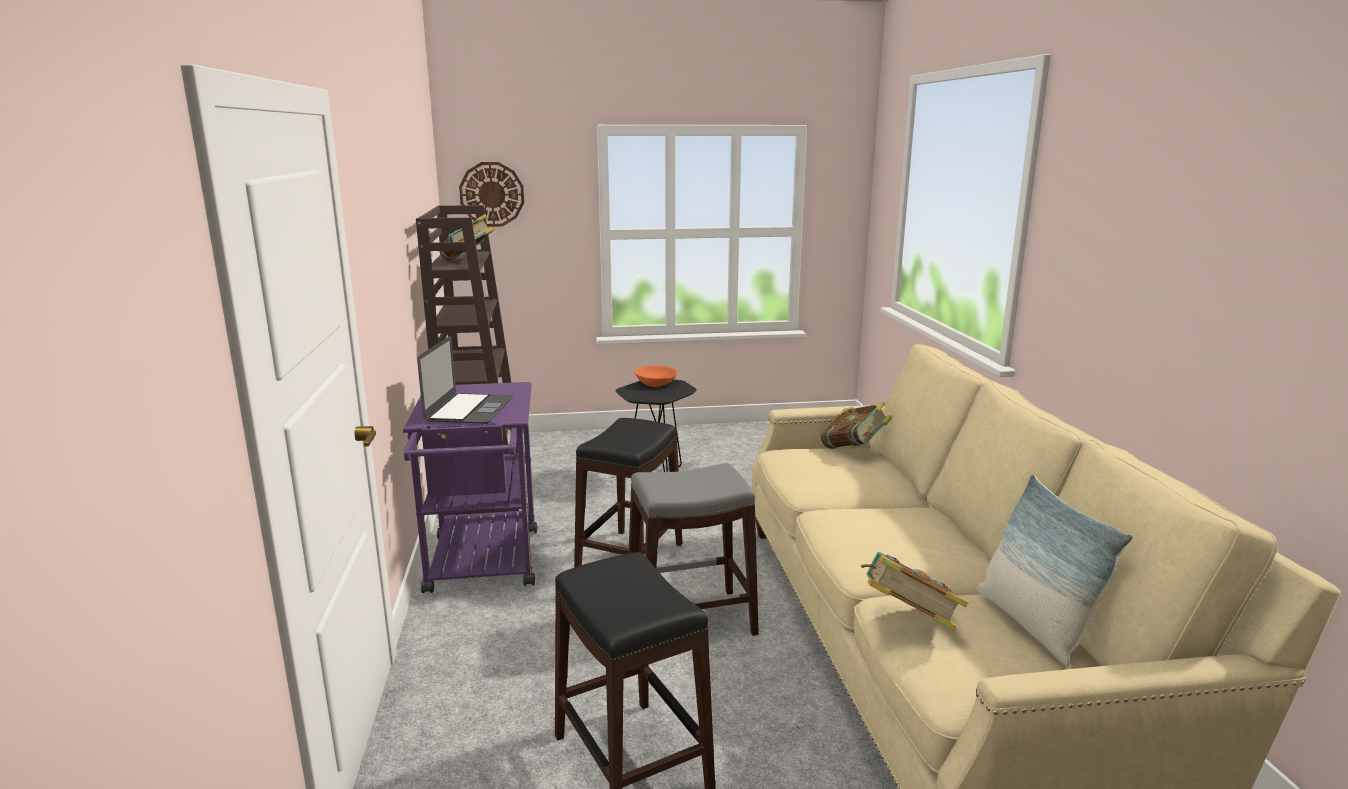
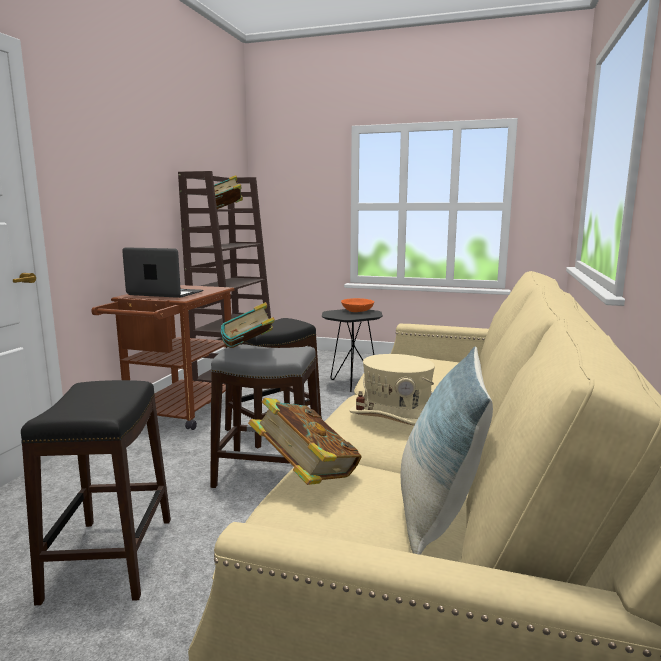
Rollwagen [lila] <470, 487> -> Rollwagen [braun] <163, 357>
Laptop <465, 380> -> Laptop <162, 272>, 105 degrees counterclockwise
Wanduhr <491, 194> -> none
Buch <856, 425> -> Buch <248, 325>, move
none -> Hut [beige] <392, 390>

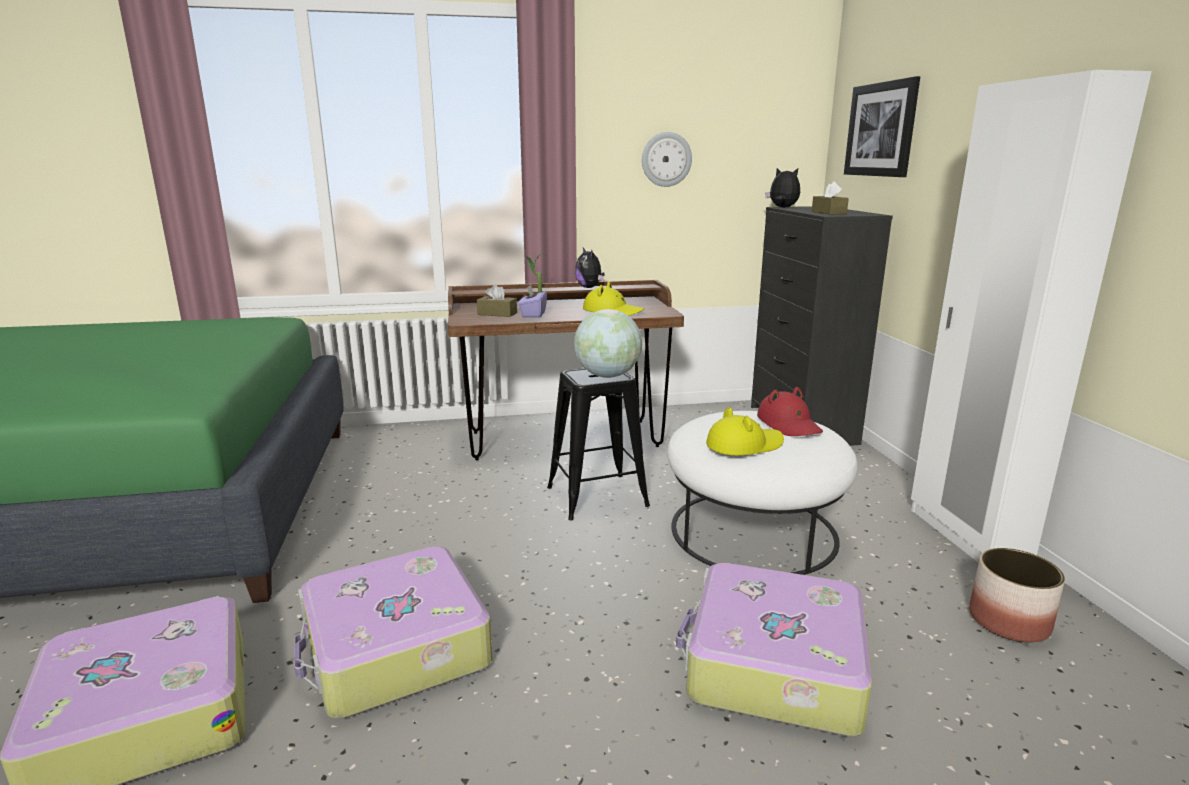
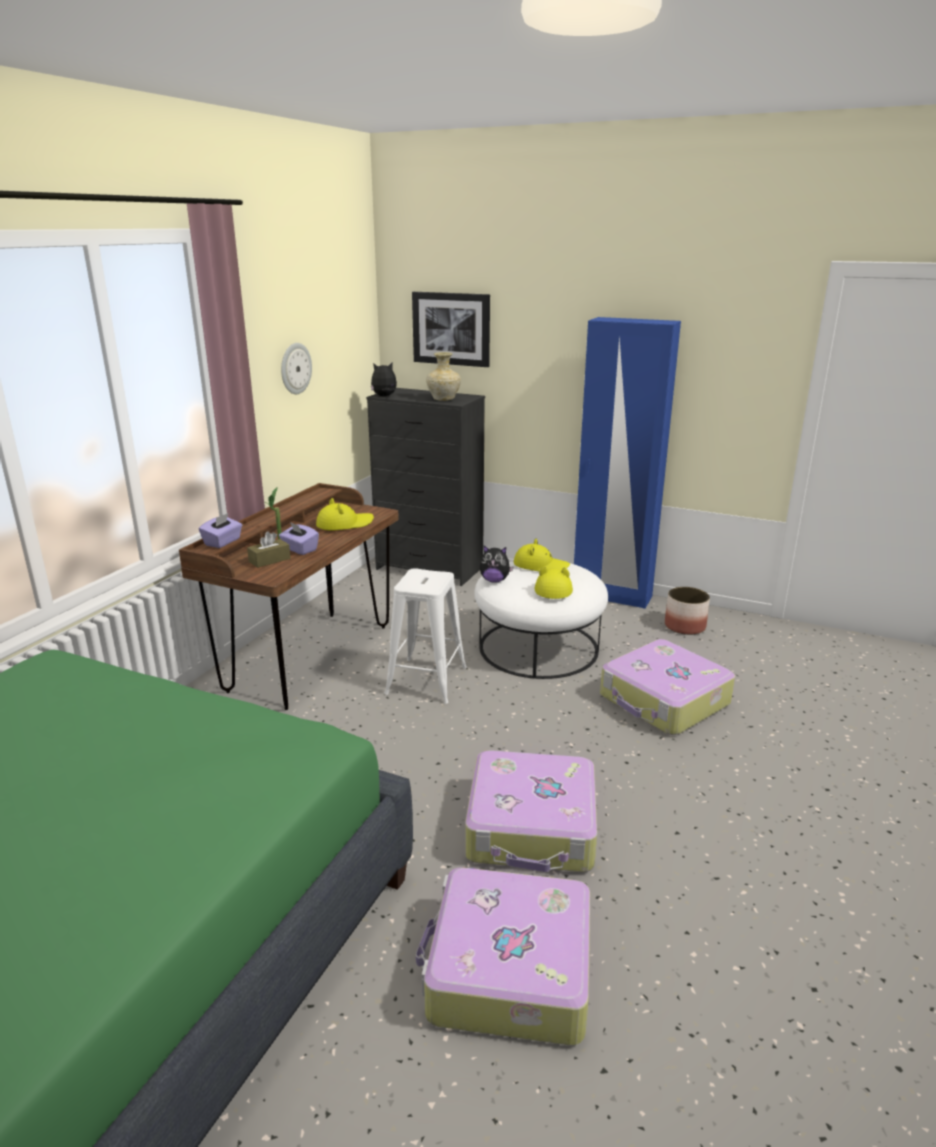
Hocker [schwarz] <598, 444> -> Hocker [weiß] <425, 636>
Globus <608, 343> -> none
Plüschtier <589, 268> -> Plüschtier <497, 564>, move
Hut [rot] <790, 411> -> Hut [gelb] <542, 555>
Taschentuchbox [braun] <830, 197> -> Vase [beige] <443, 376>
Kleiderschrank [weiß] <1031, 316> -> Kleiderschrank [blau] <627, 463>
none -> Taschentuchbox [lila] <220, 530>

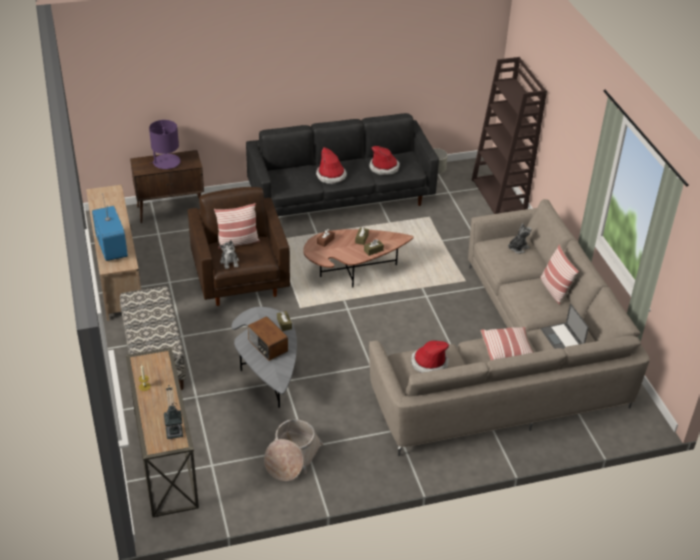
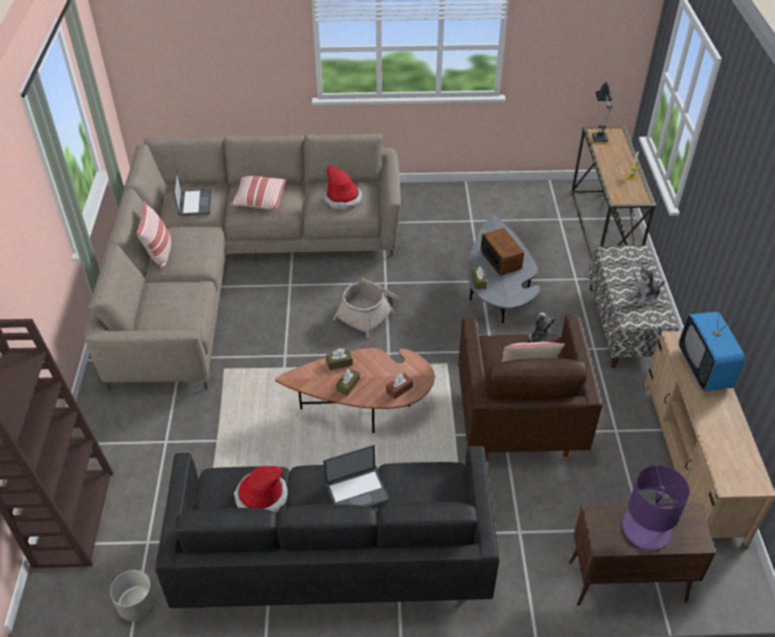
Korb <293, 450> -> Korb <366, 308>, move
Hut <331, 165> -> Laptop <356, 476>
Plüschtier <520, 238> -> Plüschtier <647, 285>, move

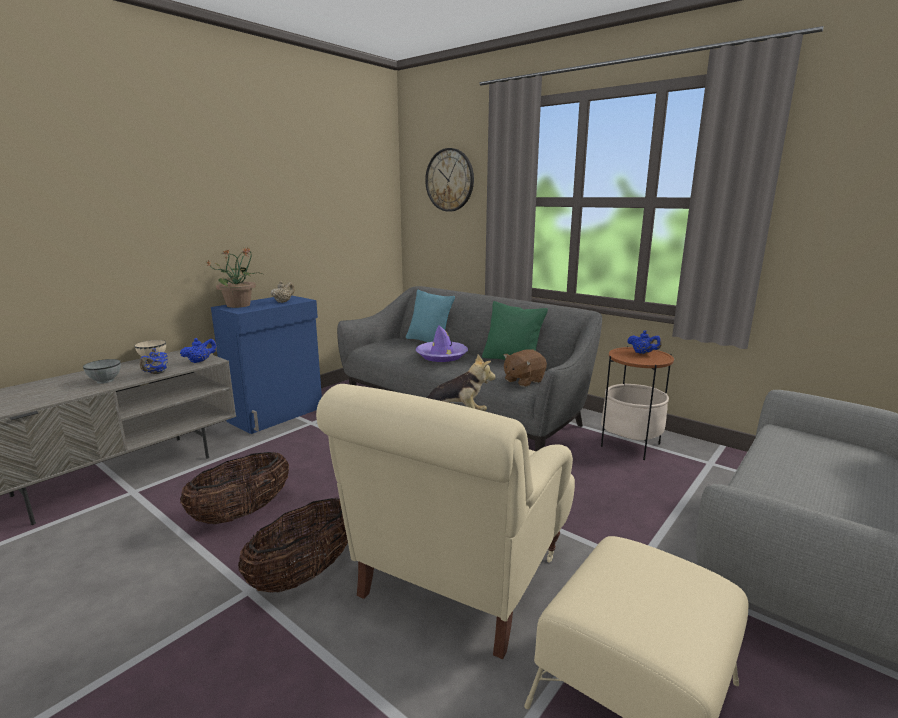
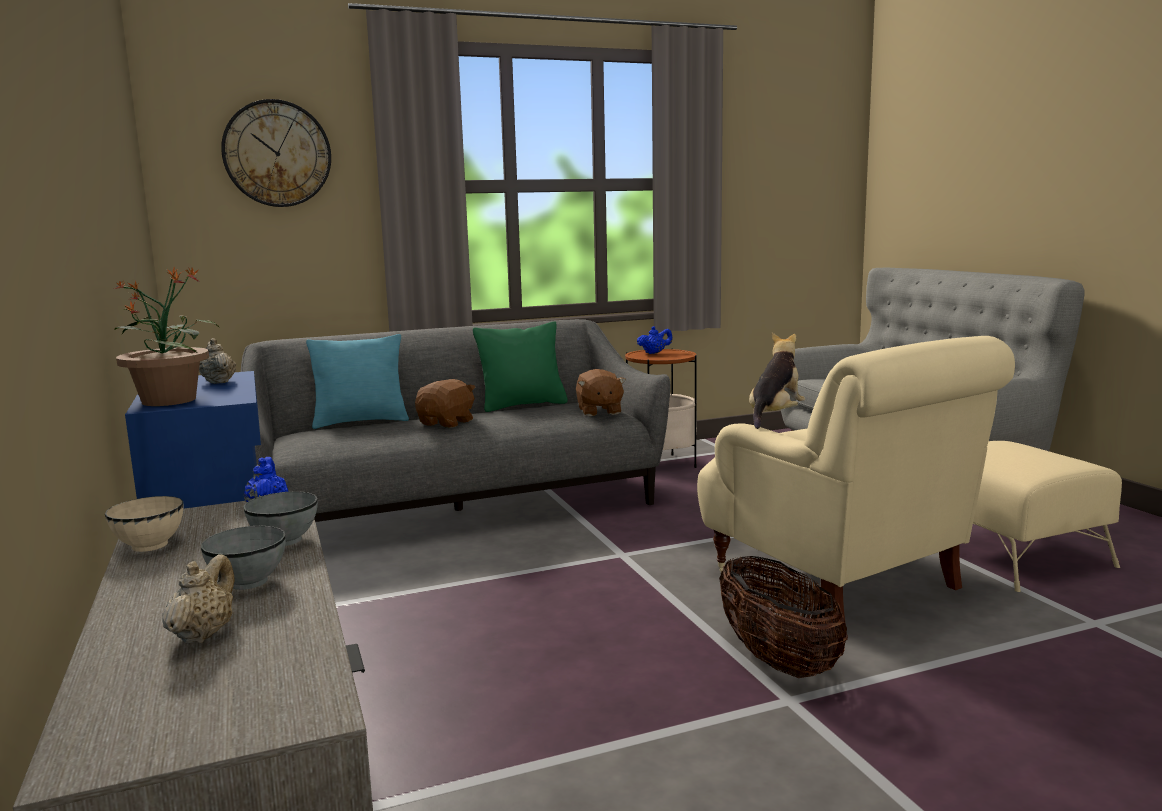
Teekanne [blau] <154, 361> -> Schüssel [grau] <280, 518>
Korb <234, 488> -> none
Hut [lila] <442, 343> -> Plüschtier [braun] <445, 403>
none -> Teekanne [beige] <198, 598>

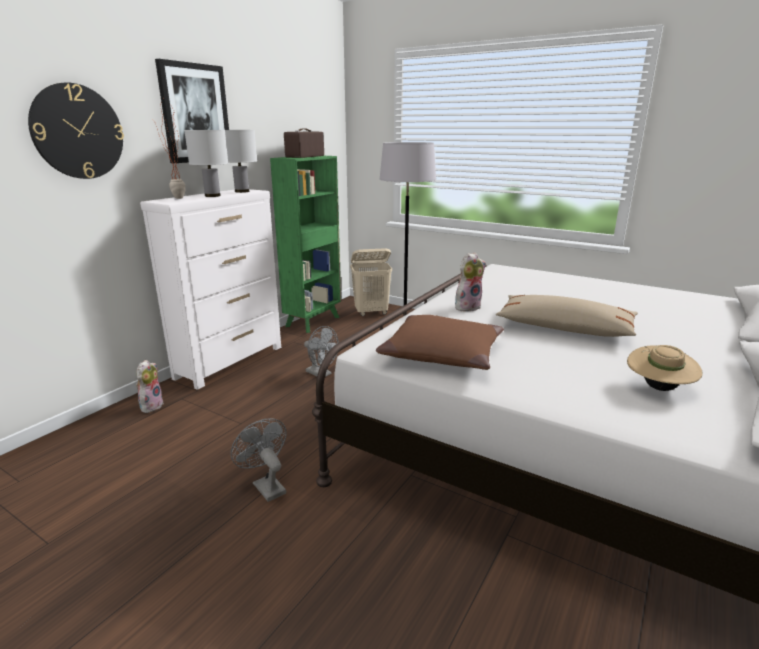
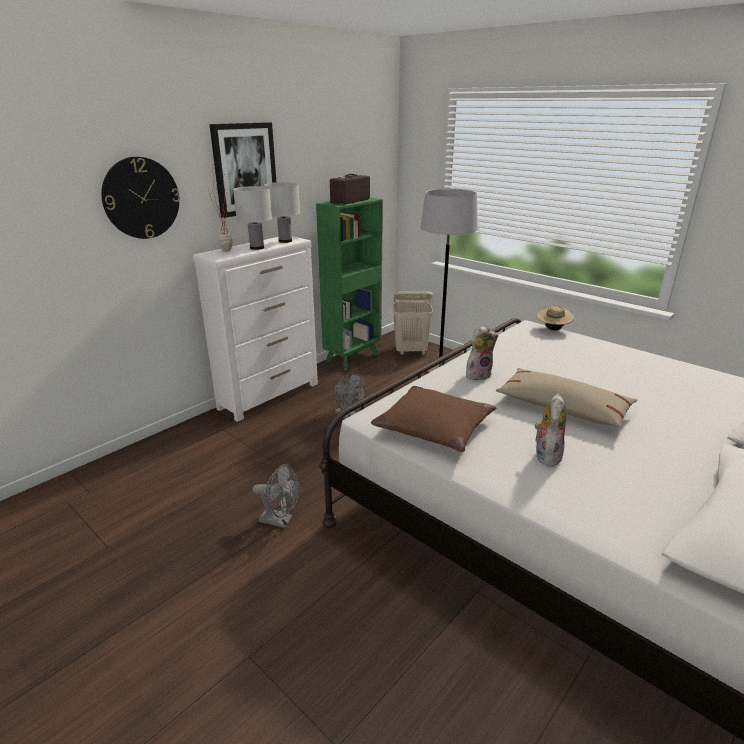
Plüschtier <150, 386> -> Plüschtier <550, 431>, move
Ventilator [grau] <258, 460> -> Ventilator [grau] <275, 496>, 135 degrees clockwise
Hut [beige] <664, 368> -> Hut [beige] <555, 317>, move

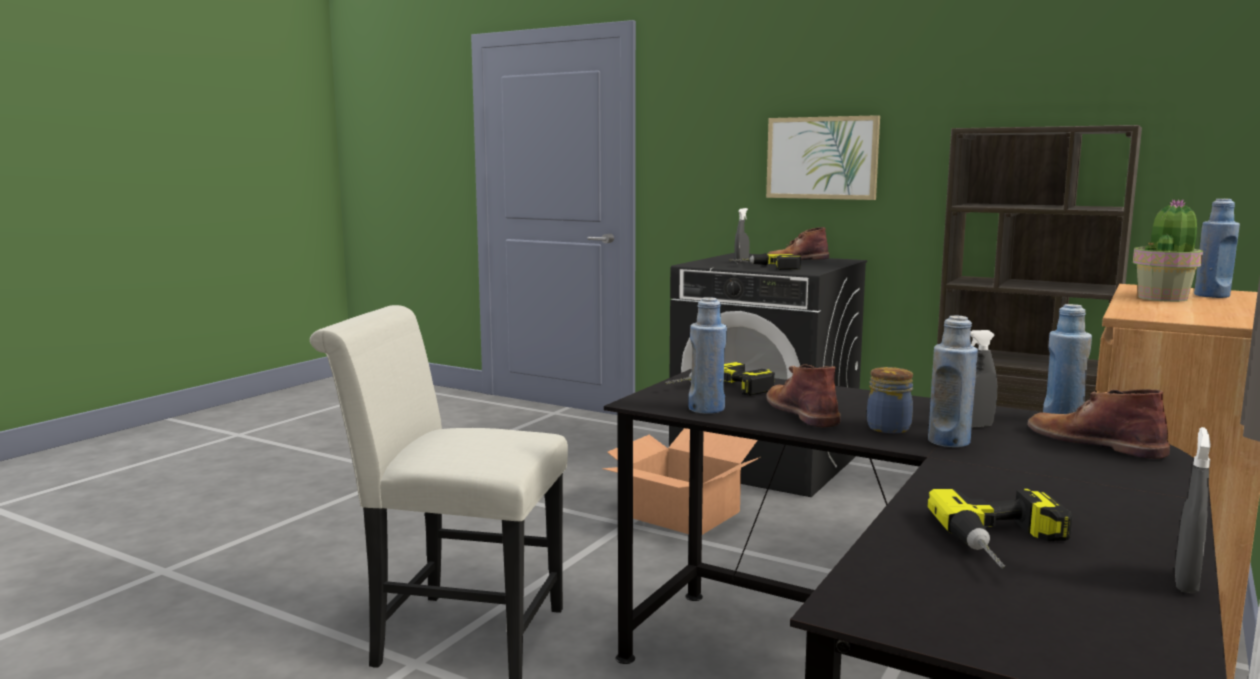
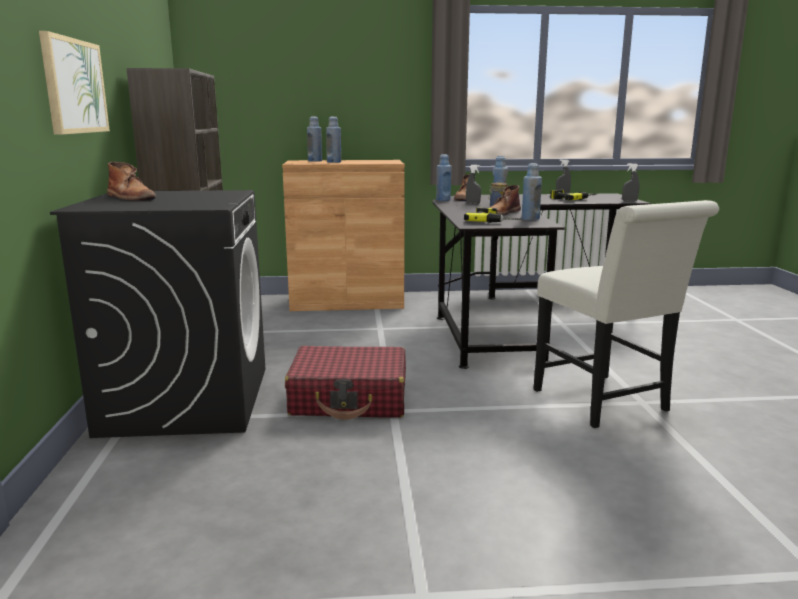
Karton <681, 481> -> Koffer [rot] <345, 383>
Bohrmaschine <765, 261> -> none
Sprühflasche [grau] <741, 235> -> Sprühflasche [grau] <630, 182>, move
Topfpflanze <1168, 250> -> Flasche [blau] <333, 139>

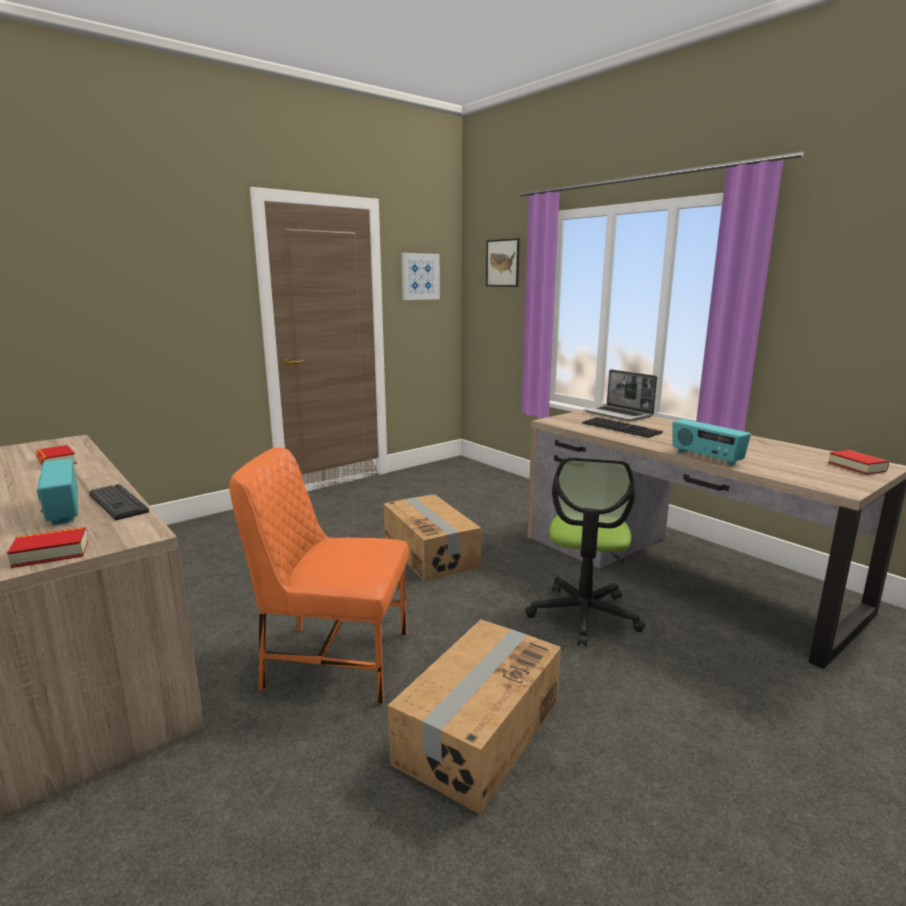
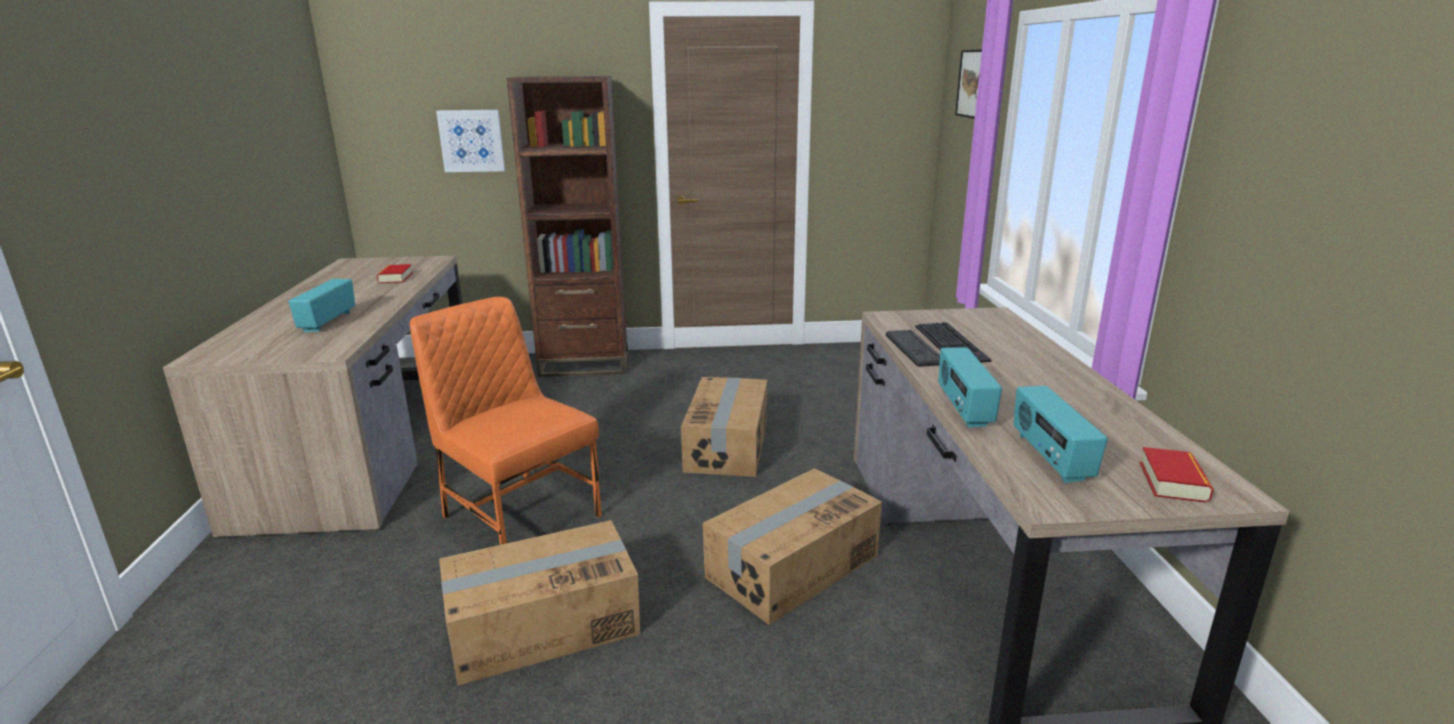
Buch <47, 547> -> none
Tastatur <119, 502> -> Tastatur <913, 348>, move
Bild <420, 276> -> Bild <470, 141>, move
Bürostuhl <585, 552> -> Karton <792, 546>
Laptop <620, 395> -> none
none -> Bücherregal [braun] <567, 226>
none -> Radio <1061, 434>

